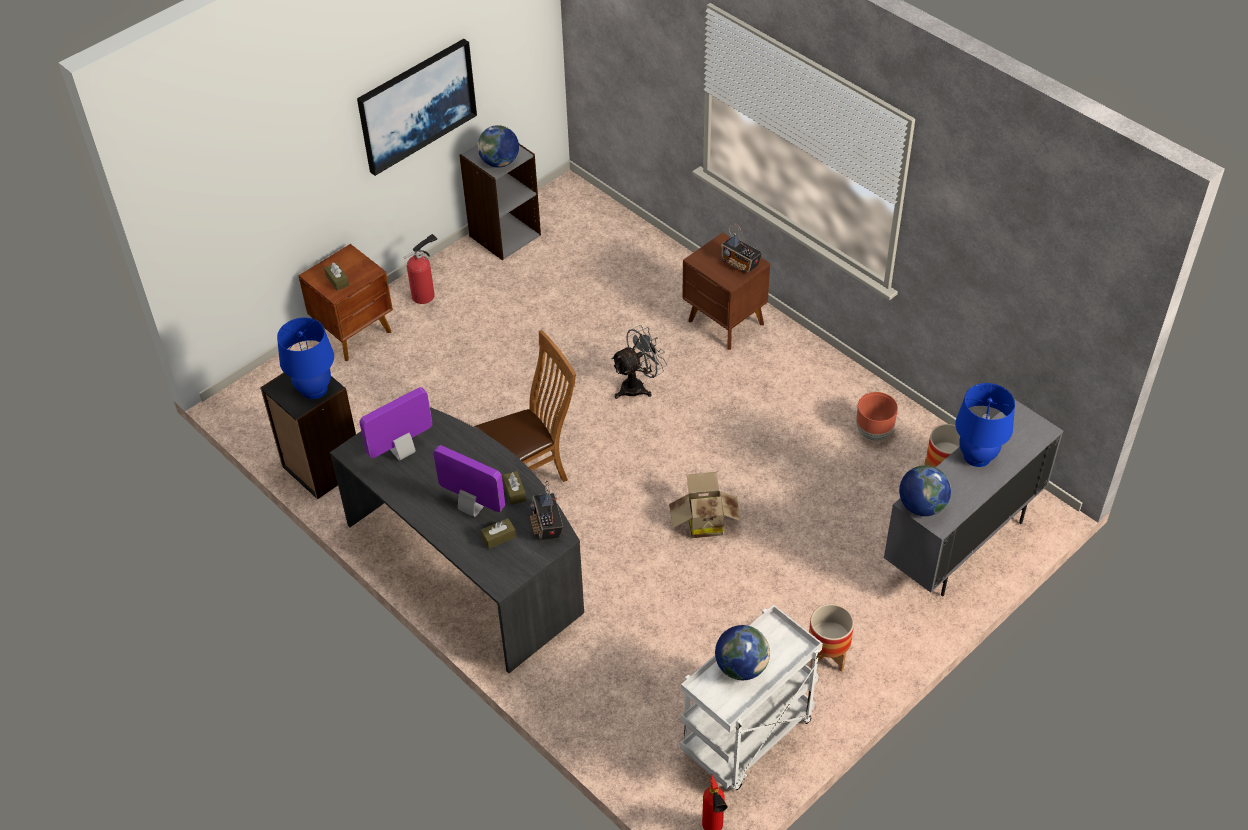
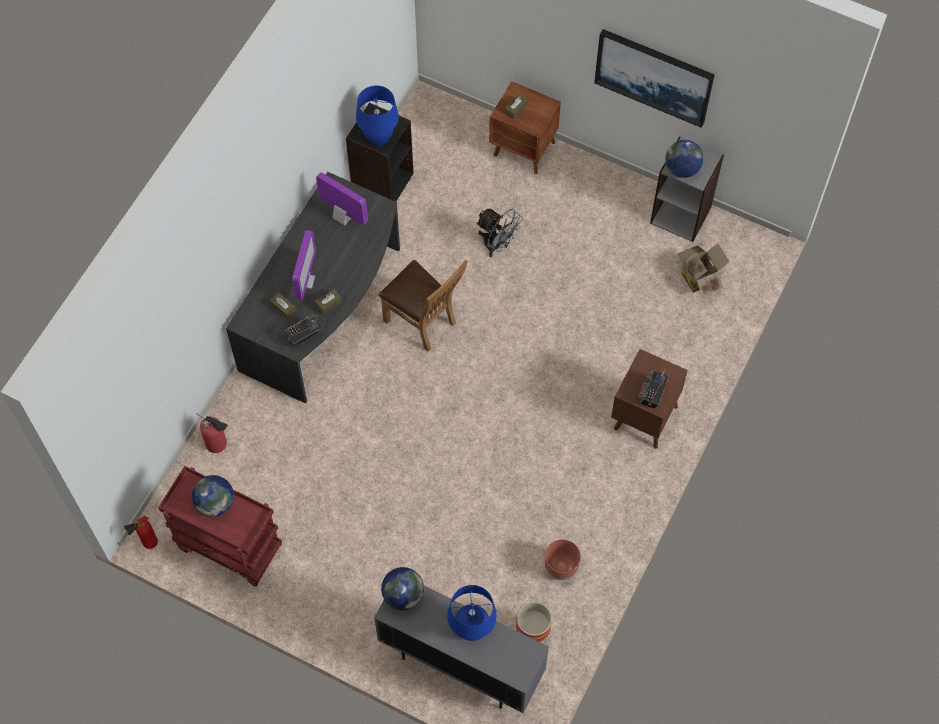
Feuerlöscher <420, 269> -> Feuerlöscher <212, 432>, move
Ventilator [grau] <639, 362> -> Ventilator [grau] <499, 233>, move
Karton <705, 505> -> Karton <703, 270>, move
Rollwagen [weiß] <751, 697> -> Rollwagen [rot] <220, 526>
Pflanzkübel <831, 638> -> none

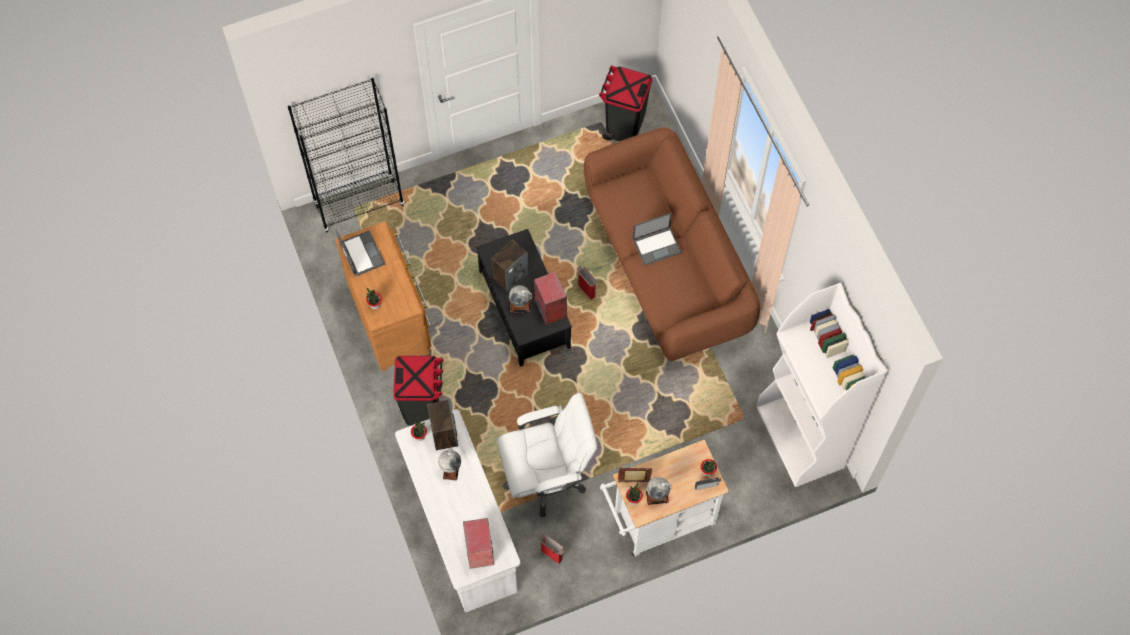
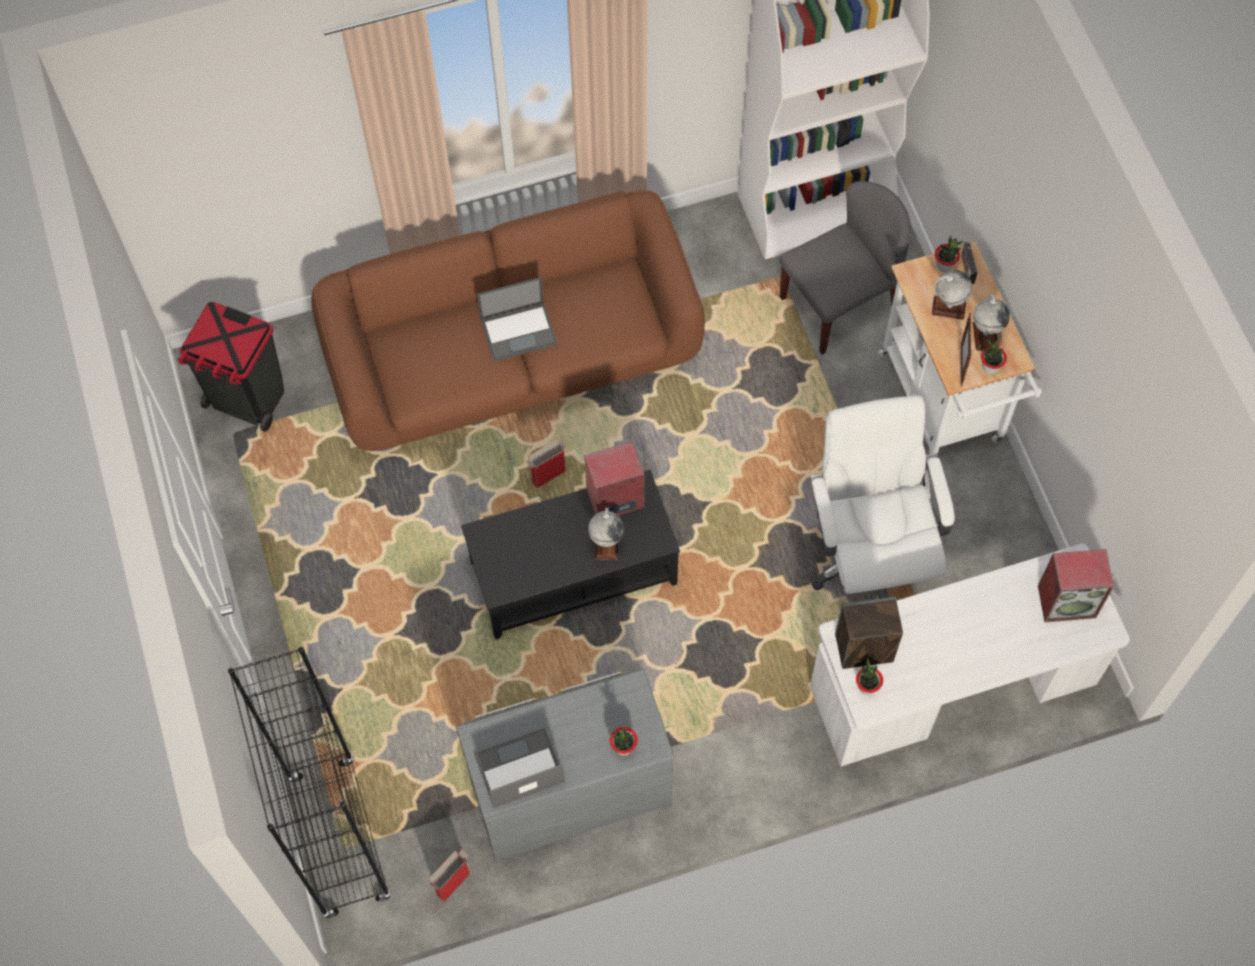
Kommode [braun] <383, 296> -> Kommode [grau] <565, 765>
Mülleimer [schwarz] <418, 390> -> none
Globus <449, 464> -> Globus <952, 295>, move
Lautsprecher <510, 266> -> none
Karton <552, 549> -> Karton <449, 875>, move
Laptop <657, 239> -> Laptop <517, 319>, 90 degrees clockwise
none -> Stuhl [grau] <845, 268>

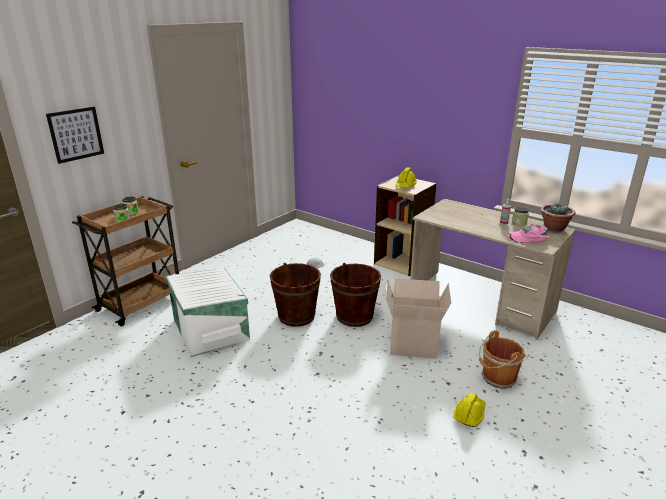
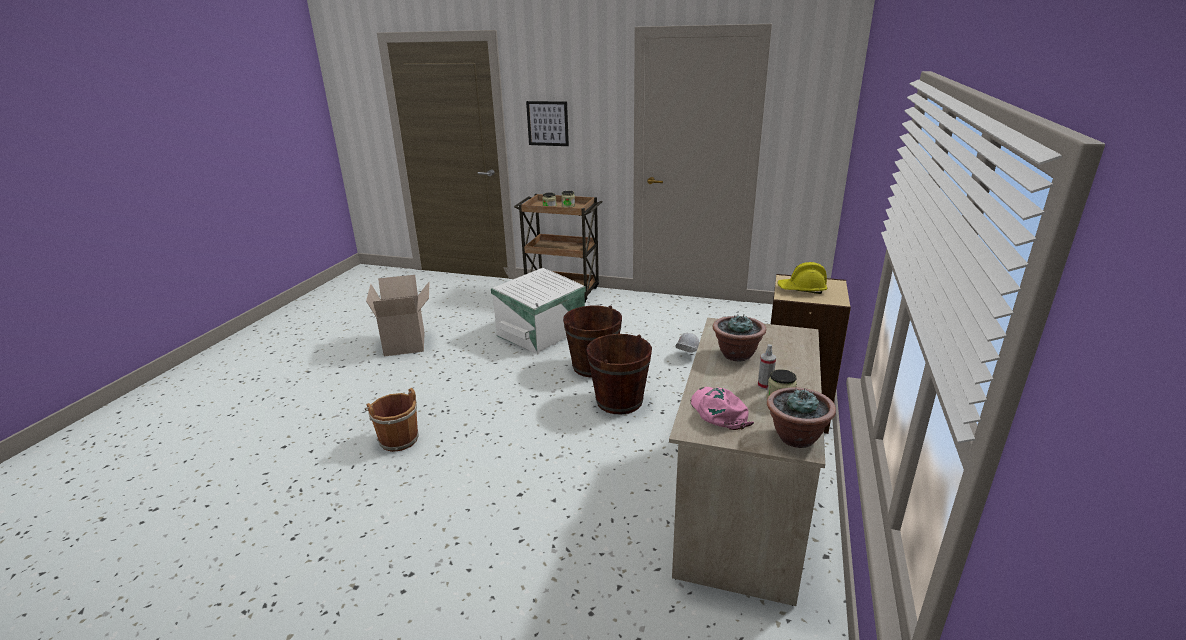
Karton <418, 318> -> Karton <398, 315>, move
Schutzhelm [gelb] <469, 410> -> none
Eimer [braun] <502, 359> -> Eimer [braun] <392, 420>, move
none -> Topfpflanze <739, 337>

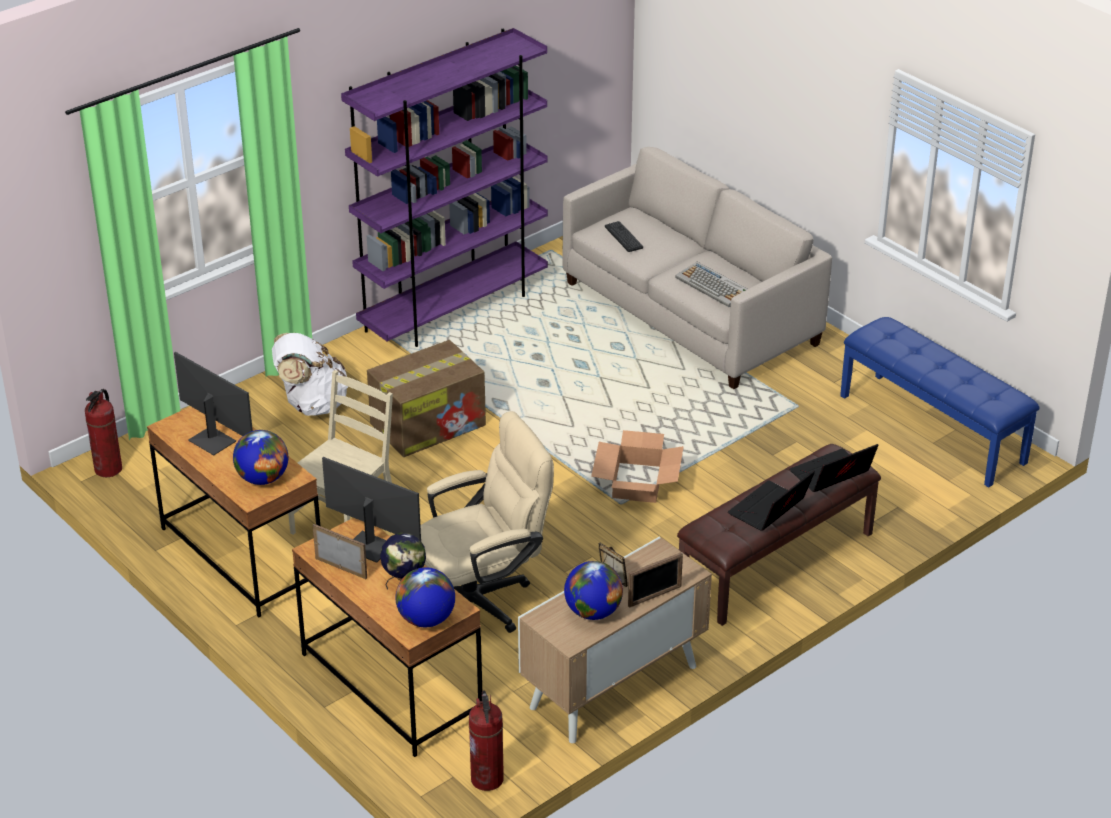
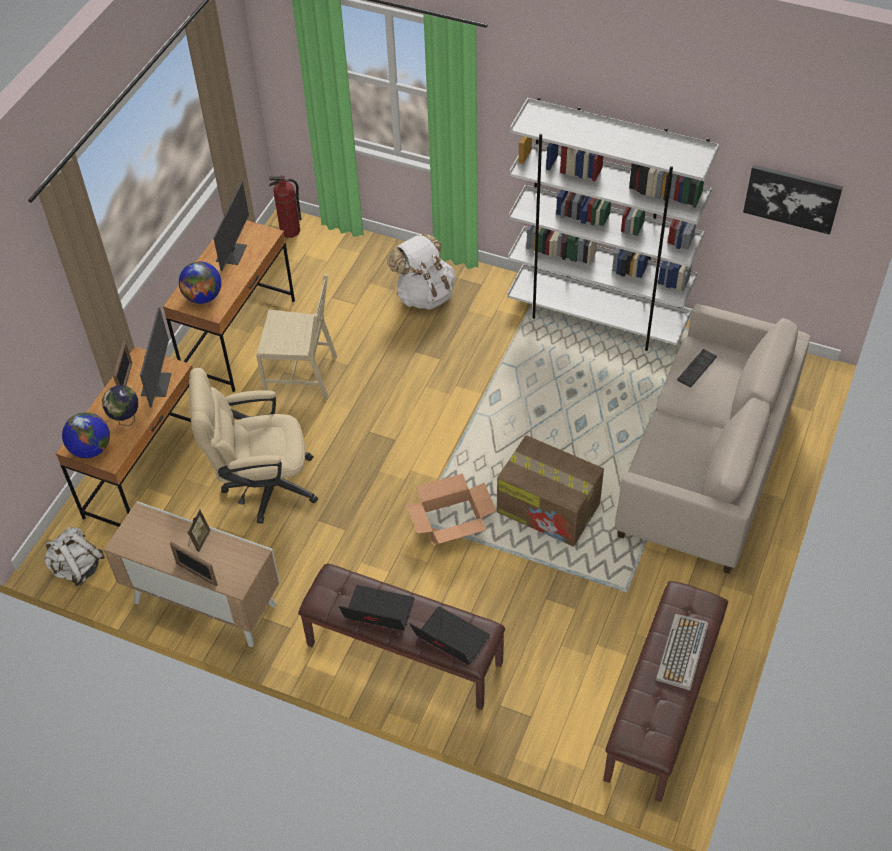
Bücherregal [lila] <444, 187> -> Bücherregal [weiß] <613, 224>
Karton <426, 398> -> Karton <550, 491>, move
Bürostuhl [beige] <487, 522> -> Bürostuhl [beige] <253, 446>, 135 degrees clockwise
Feuerlöscher <486, 740> -> Rucksack [weiß] <74, 556>
Globus <593, 590> -> none
Tastatur <711, 284> -> Tastatur <682, 652>, move
Bank [blau] <939, 402> -> Bank [braun] <665, 691>
none -> Bild <793, 200>

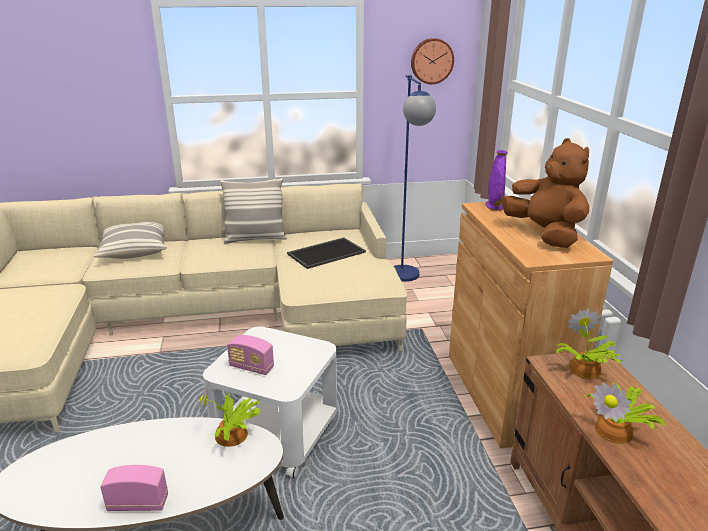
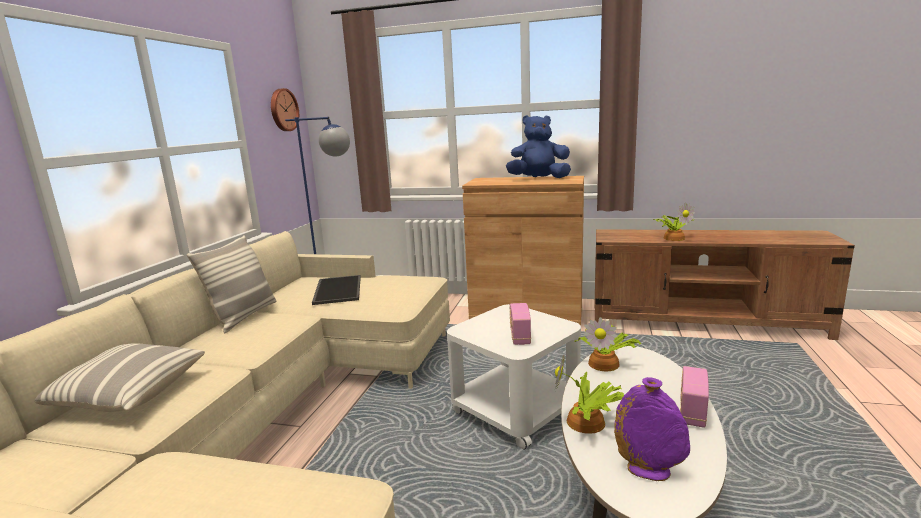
Radio <250, 355> -> Radio <520, 324>, 135 degrees clockwise
Vase [lila] <496, 180> -> Vase [lila] <652, 429>, move
Plüschtier [braun] <545, 193> -> Plüschtier [blau] <538, 146>
Topfpflanze <589, 343> -> Topfpflanze <589, 395>, move

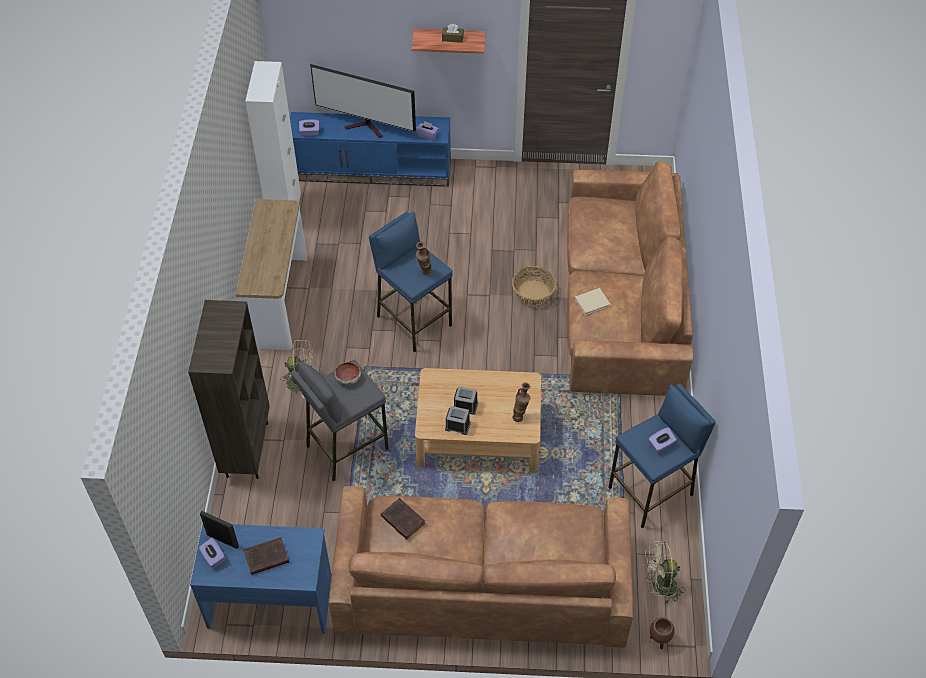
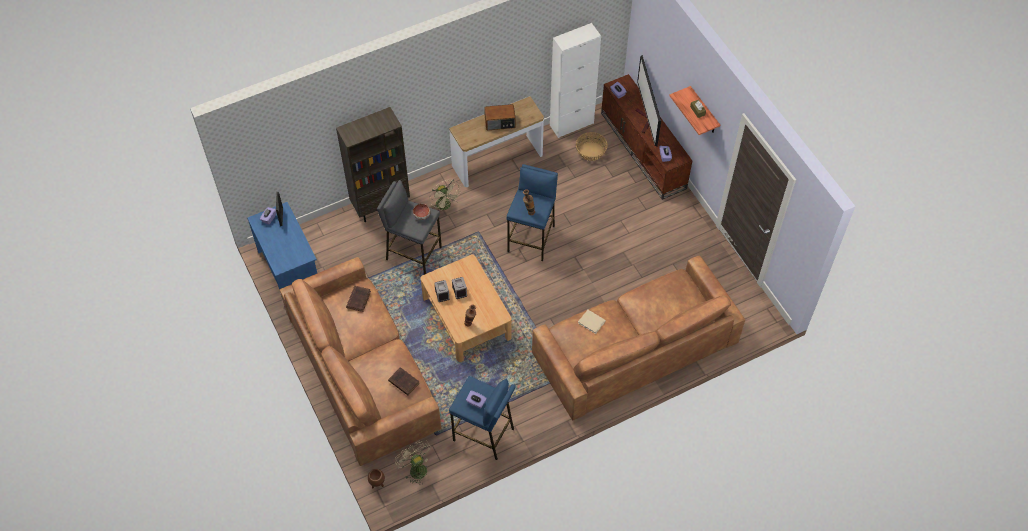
Buch [braun] <266, 556> -> Buch [braun] <404, 381>, move
Fernsehschrank [blau] <370, 149> -> Fernsehschrank [braun] <646, 137>
Korb <534, 285> -> Korb <592, 146>, move
none -> Radio <500, 117>

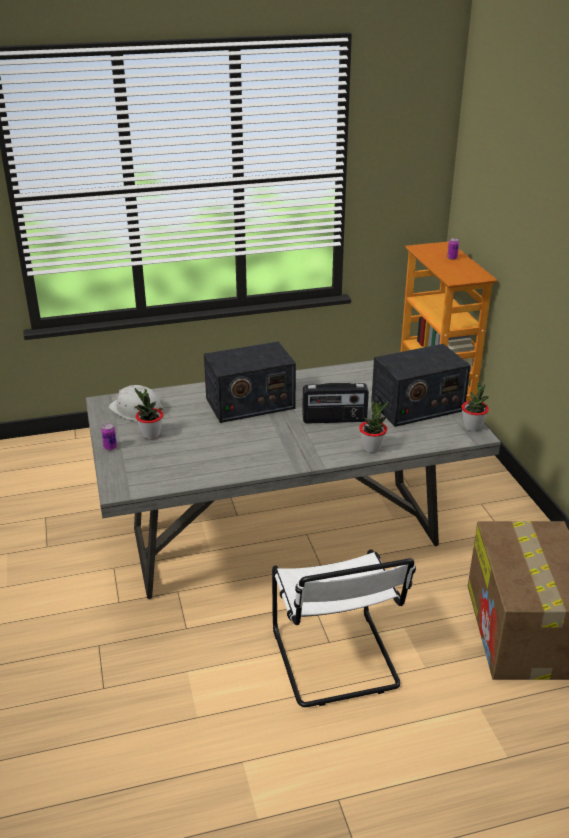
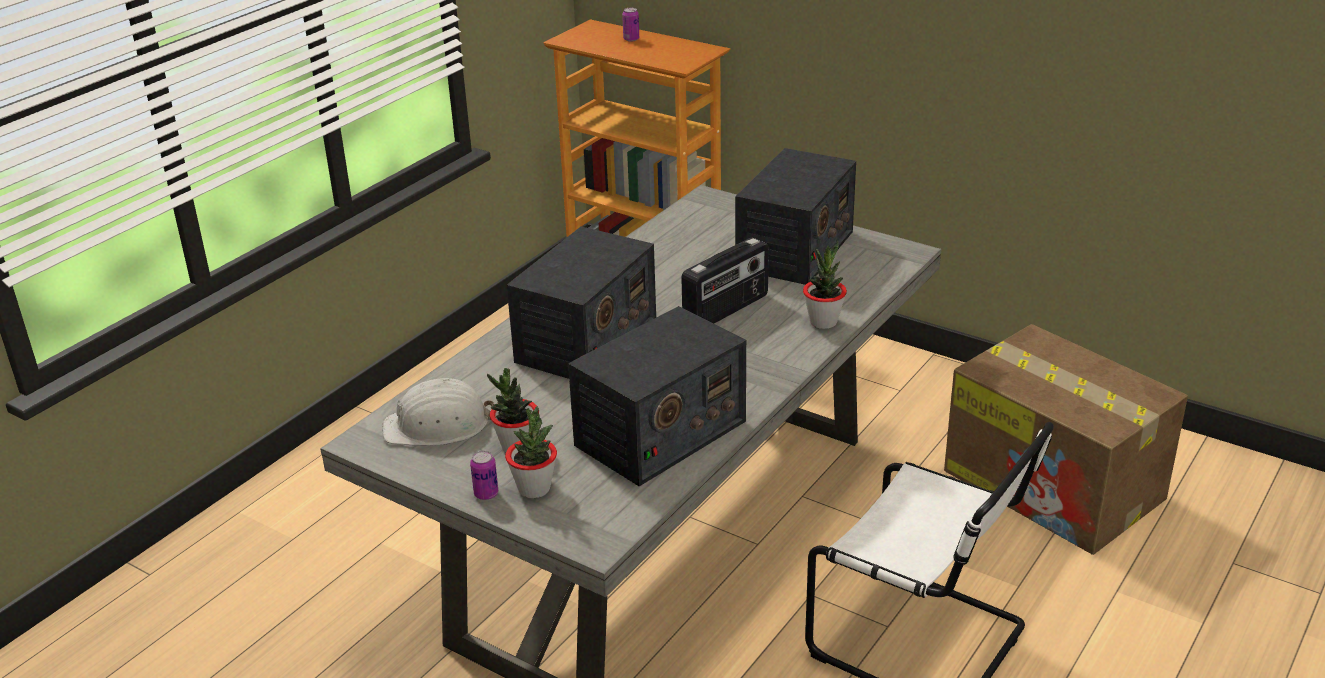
Topfpflanze <475, 407> -> Topfpflanze <531, 452>, move
none -> Radio <657, 396>

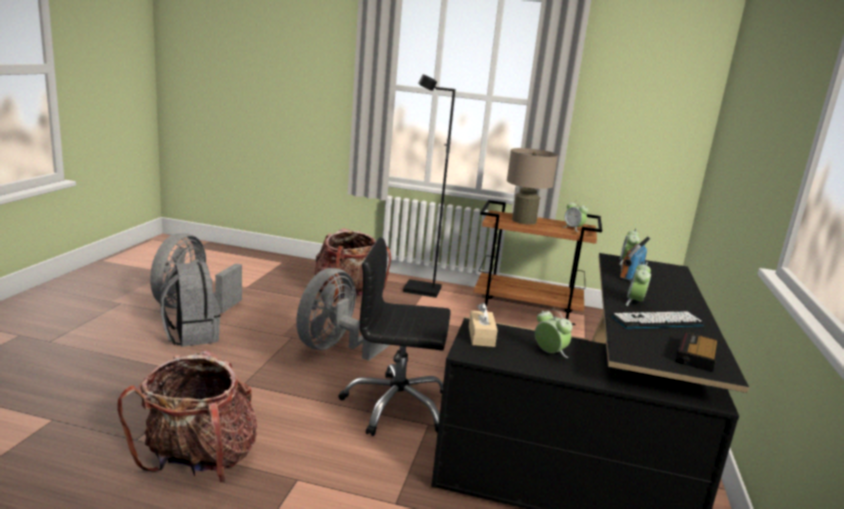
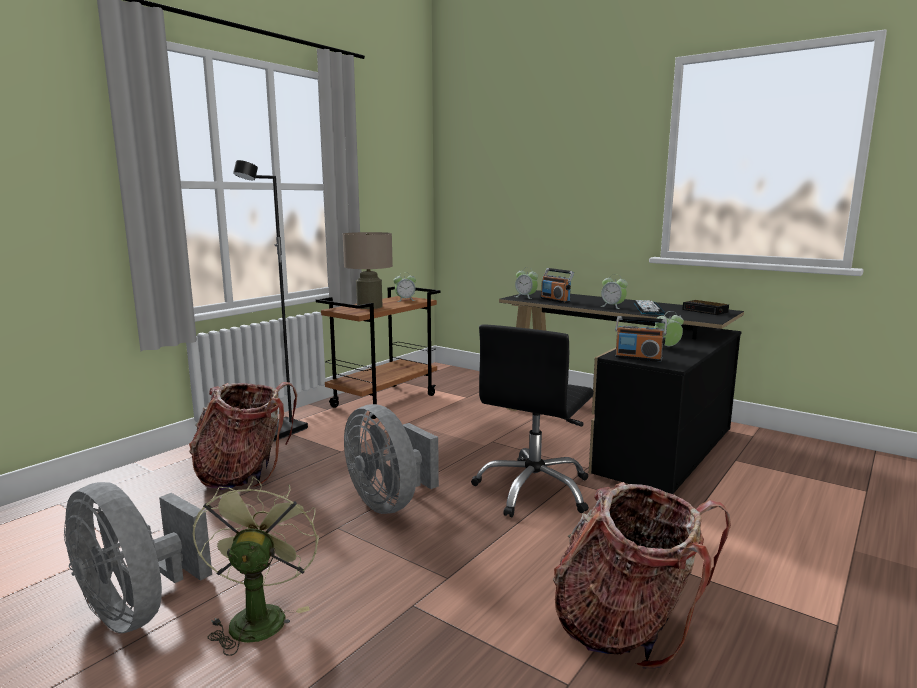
Rucksack [grau] <190, 304> -> Ventilator [grün] <256, 566>
Taschentuchbox [beige] <483, 324> -> Radio <641, 339>

